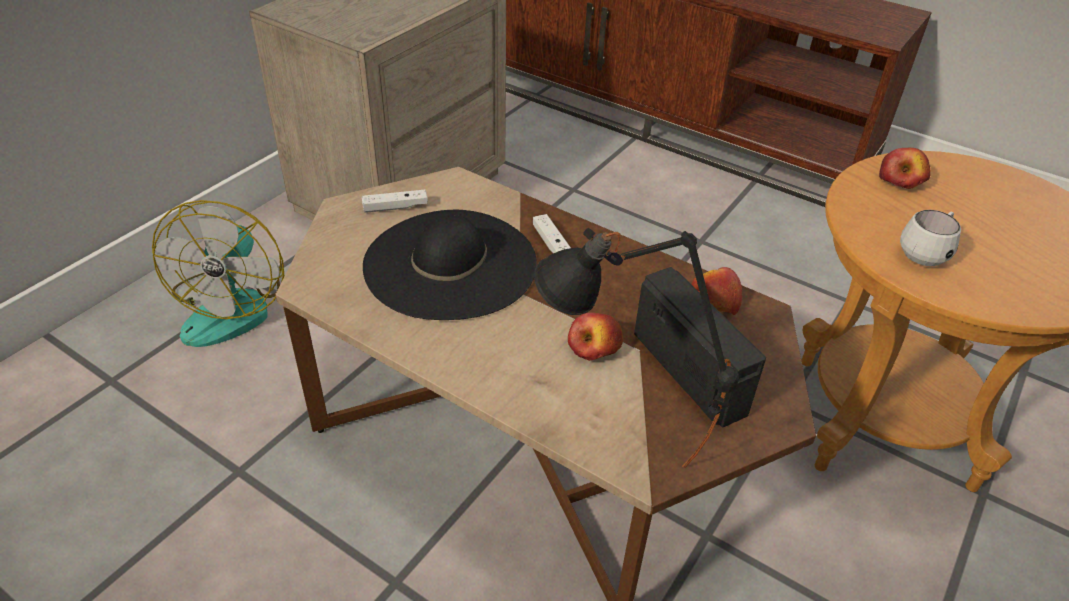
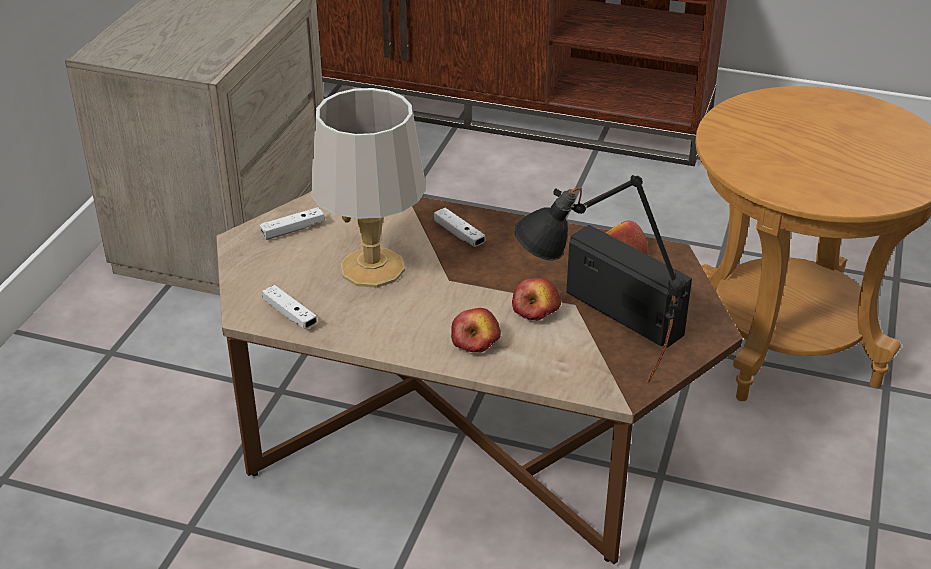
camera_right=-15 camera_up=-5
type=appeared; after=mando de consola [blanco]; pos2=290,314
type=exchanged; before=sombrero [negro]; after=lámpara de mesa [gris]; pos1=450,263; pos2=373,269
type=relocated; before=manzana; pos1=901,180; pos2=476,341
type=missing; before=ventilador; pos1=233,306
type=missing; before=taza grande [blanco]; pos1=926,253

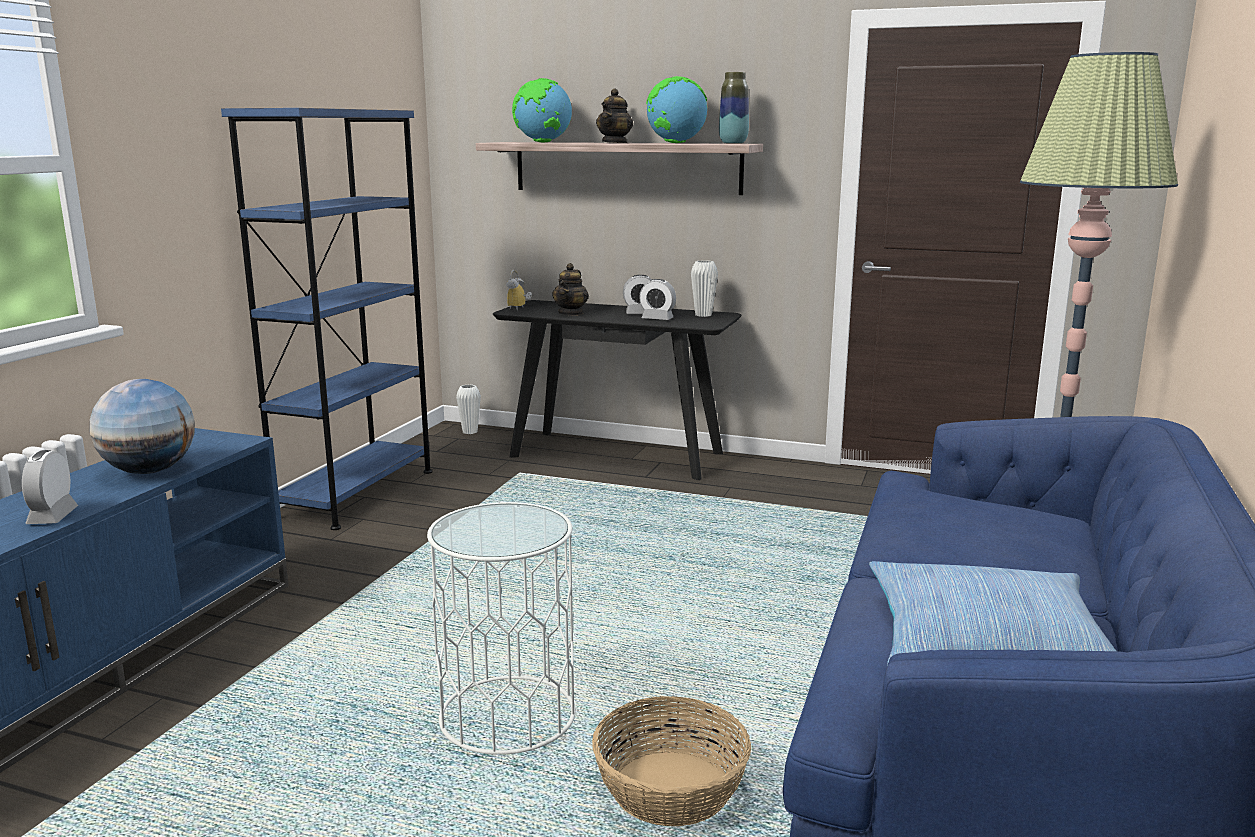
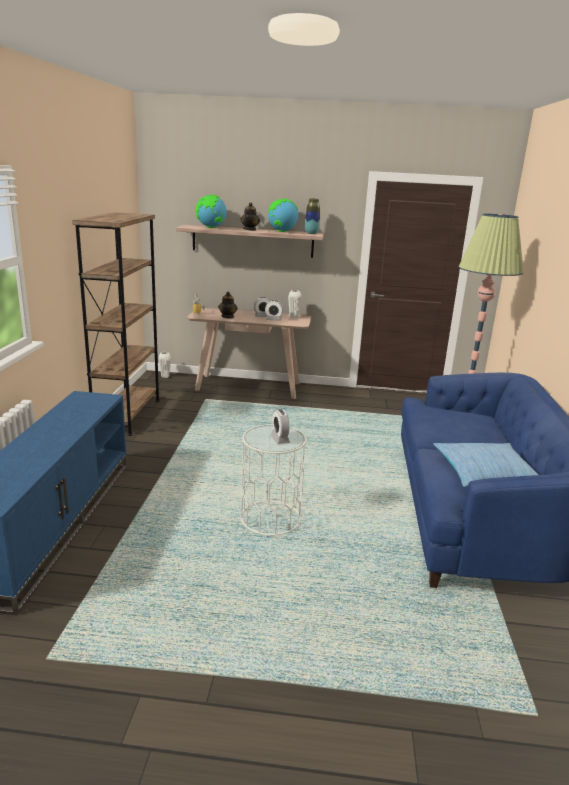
camera_right=-15 camera_up=5
type=colour; before=estantería [azul]; after=estantería [marrón]; pos1=356,494; pos2=127,415
type=colour; before=mesa consola [negro]; after=mesa consola [beis]; pos1=617,454; pos2=248,386
type=relocated; before=despertador; pos1=52,516; pos2=280,439
type=missing; before=globo terráqueo; pos1=150,471
type=missing; before=cesta; pos1=671,789

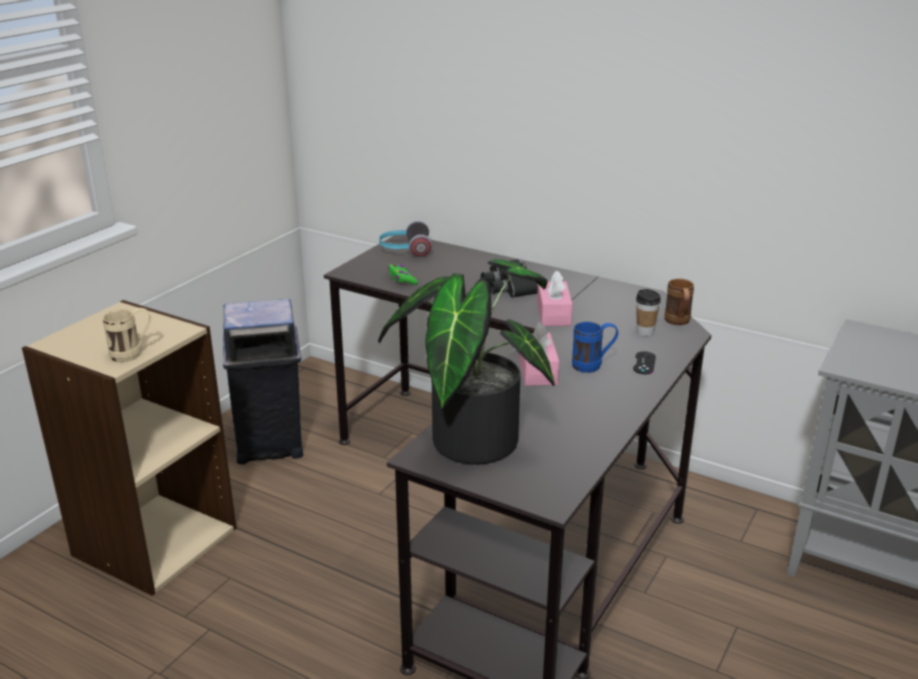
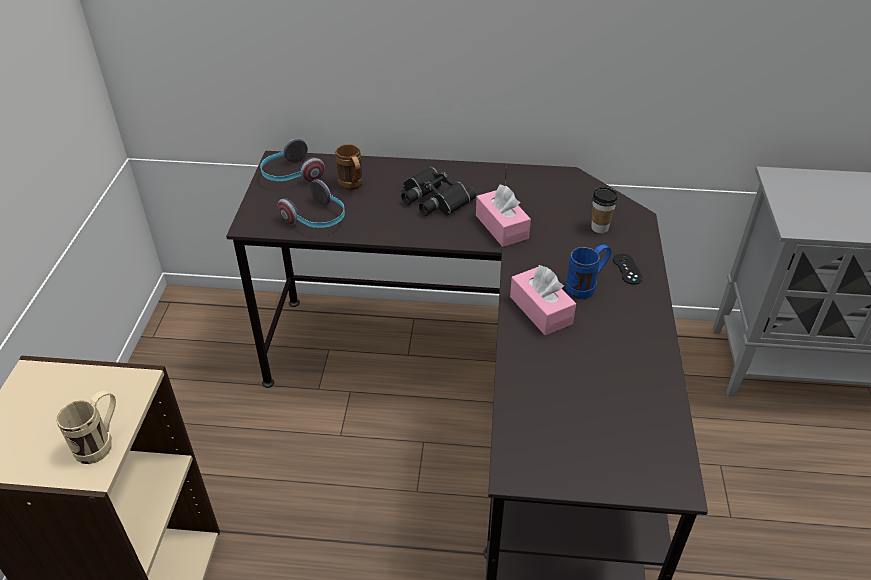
camera_right=-25 camera_up=15
type=exchanged; before=mando de consola [verde]; after=auriculares; pos1=402,279; pos2=317,219
type=relocated; before=taza grande [marrón]; pos1=678,323; pos2=352,187
type=missing; before=papelera [azul]; pos1=271,443
type=missing; before=planta en maceta; pos1=470,436

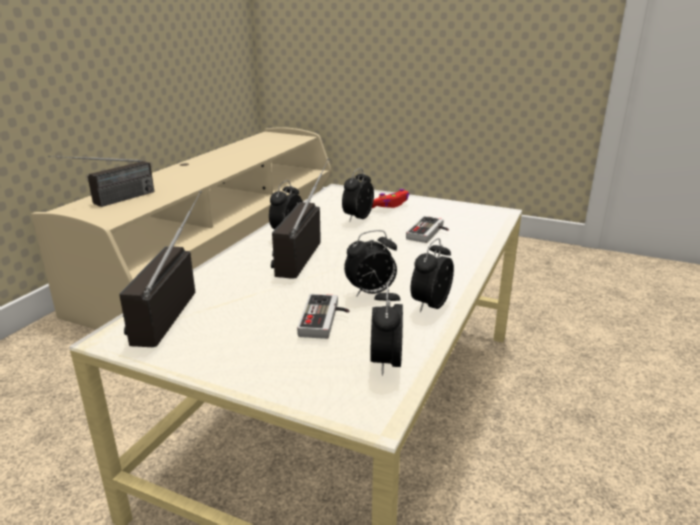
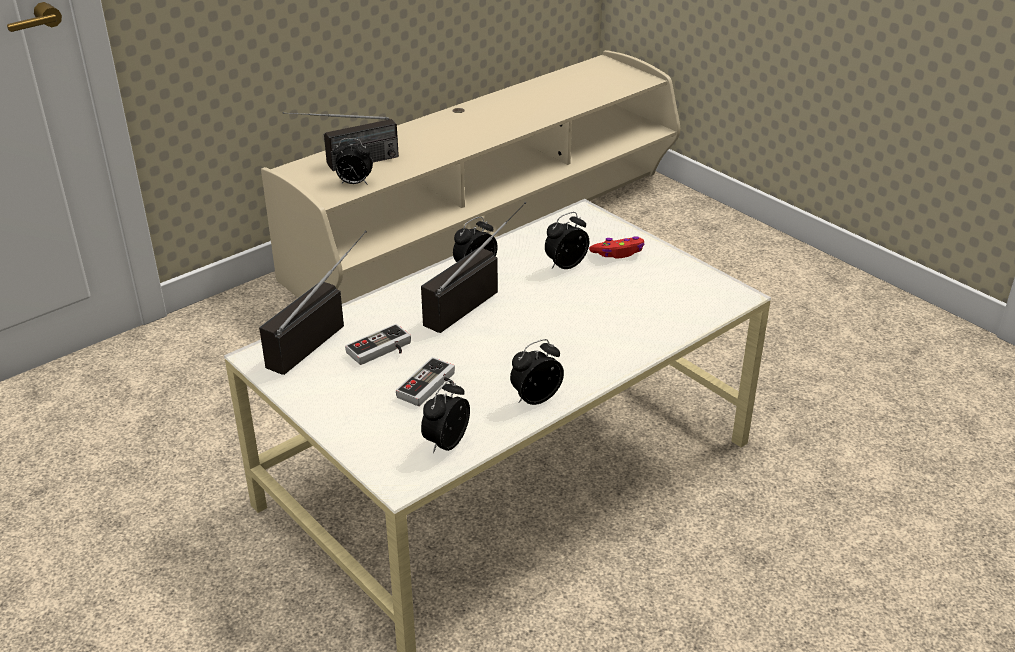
camera_right=25 camera_up=10
type=relocated; before=despertador; pos1=371,293; pos2=354,183
type=relocated; before=mando de consola; pos1=430,233; pos2=382,351

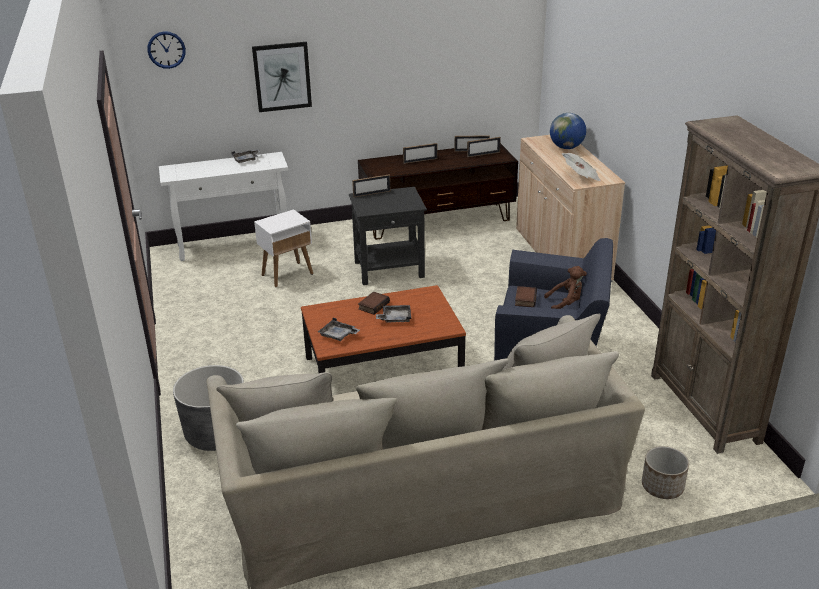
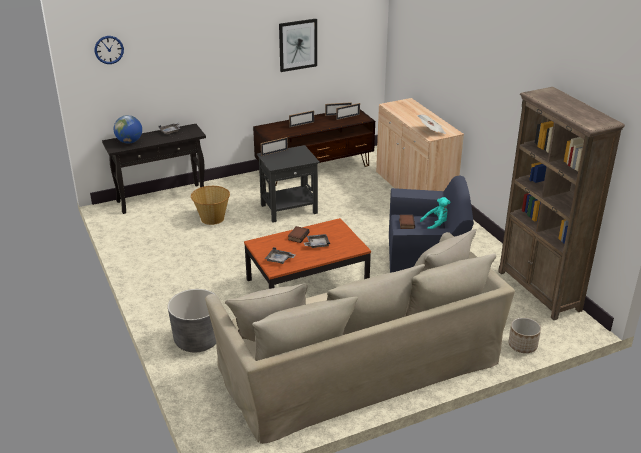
camera_right=-10 camera_up=0
type=colour; before=mesa consola [blanco]; after=mesa consola [negro]; pos1=234,245; pos2=162,198
type=relocated; before=globo terráqueo; pos1=566,147; pos2=129,142
type=exchanged; before=mesa auxiliar [blanco]; after=cesta; pos1=288,274; pos2=212,218
type=relocated; before=cuadro; pos1=282,76; pos2=298,45
type=colour; before=peluche [marrón]; after=peluche [turquesa]; pos1=566,303; pos2=436,224

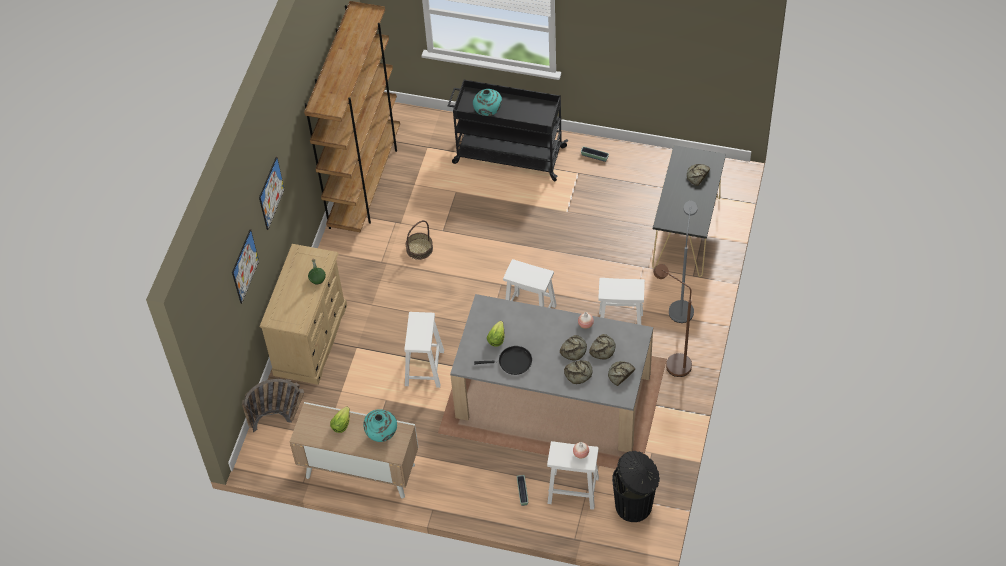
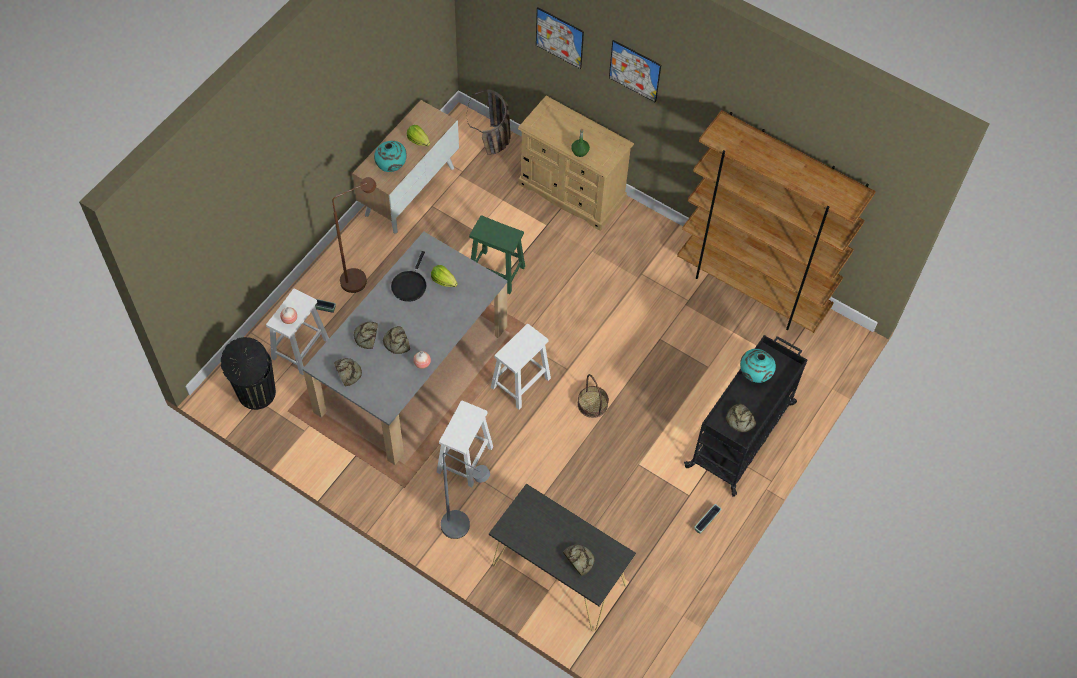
camera_right=105 camera_up=5
type=relocated; before=lámpara de pie [marrón]; pos1=672,362; pos2=360,278
type=colour; before=taburete [blanco]; after=taburete [verde]; pos1=424,367; pos2=497,272
type=relocated; before=cesta; pos1=419,248; pos2=592,404
type=relocated; before=pan; pos1=603,349; pos2=740,420

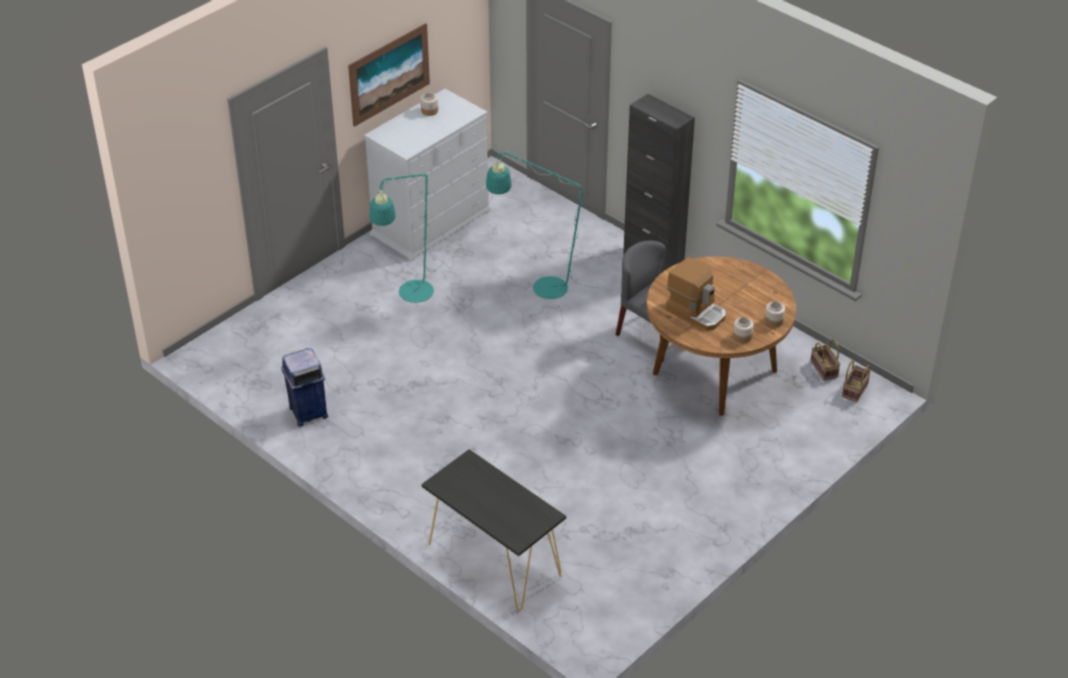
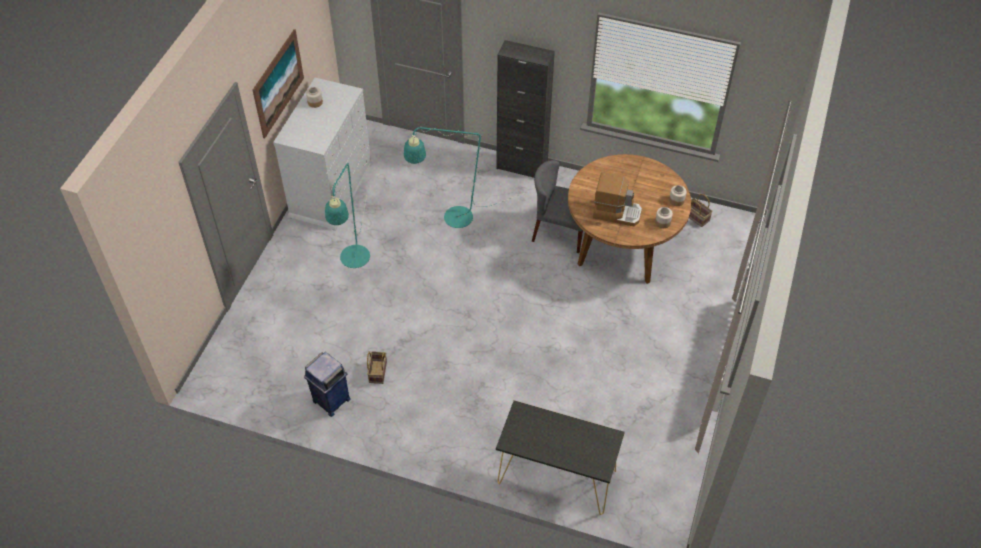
camera_right=-25 camera_up=10
type=relocated; before=cesta; pos1=854,390; pos2=377,371

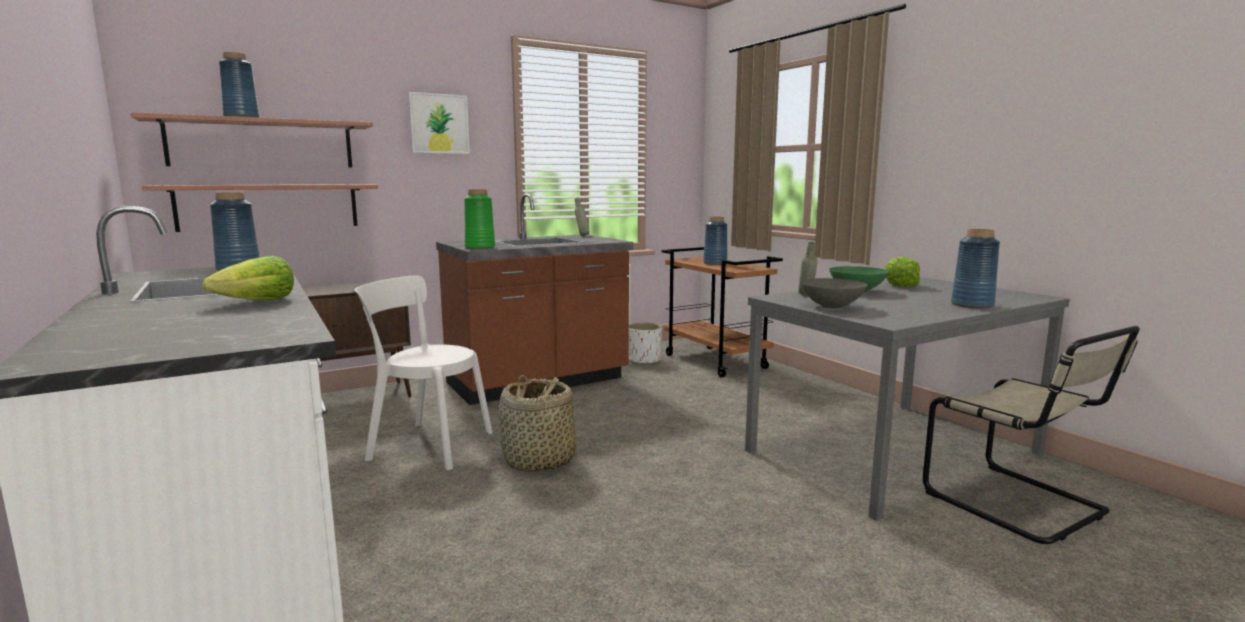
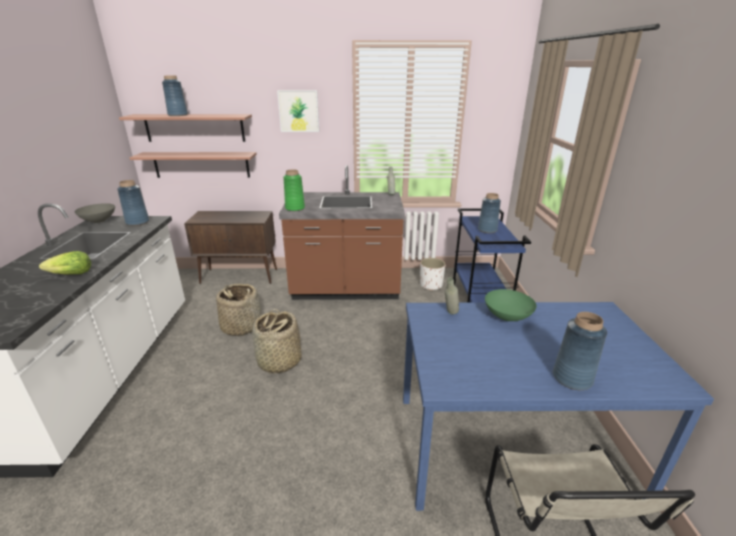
camera_right=30 camera_up=15
type=relocated; before=cuenco [gris]; pos1=831,306; pos2=99,221
type=exchanged; before=silla [blanco]; after=cesta; pos1=426,444; pos2=241,326
type=colour; before=mesa de comedor [gris]; after=mesa de comedor [azul]; pos1=893,451; pos2=511,445
type=colour; before=carrito [marrón]; after=carrito [azul]; pos1=716,362; pos2=480,300
type=missing; before=lechuga; pos1=899,285

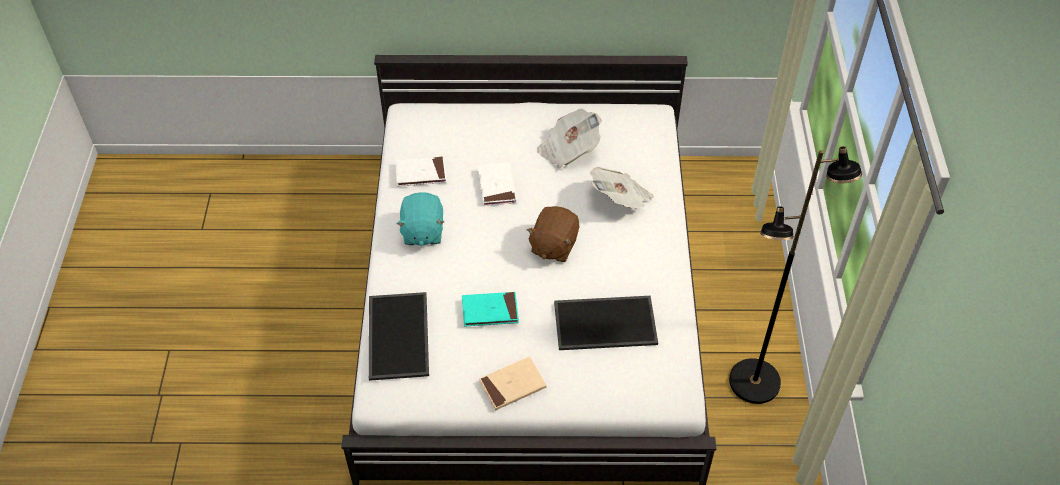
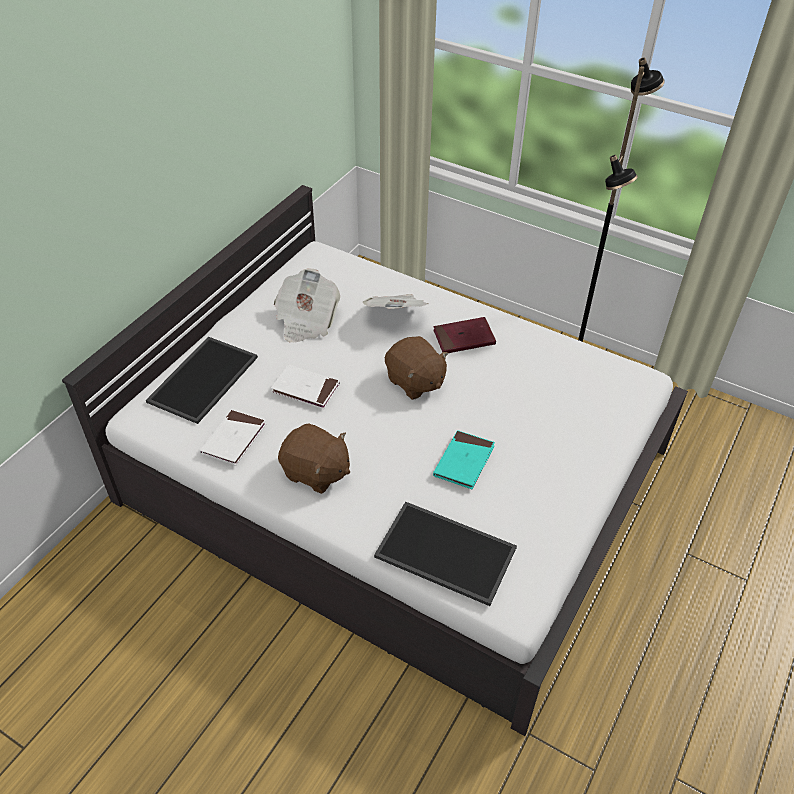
camera_right=-60 camera_up=-5
type=relocated; before=bandeja; pos1=606,322; pos2=202,378
type=colour; before=peluche [turquesa]; after=peluche [marrón]; pos1=422,231; pos2=315,472
type=appeared; after=libro [rojo]; pos2=464,338
type=missing; before=libro [beis]; pos1=512,385

